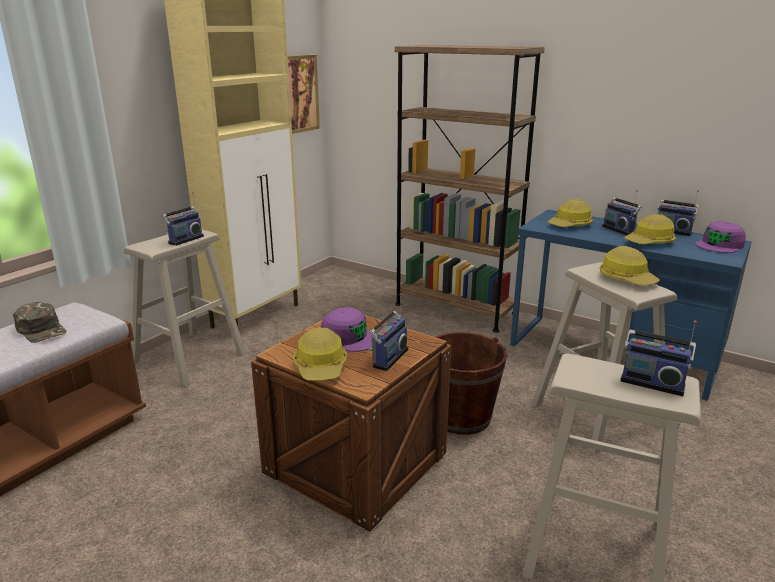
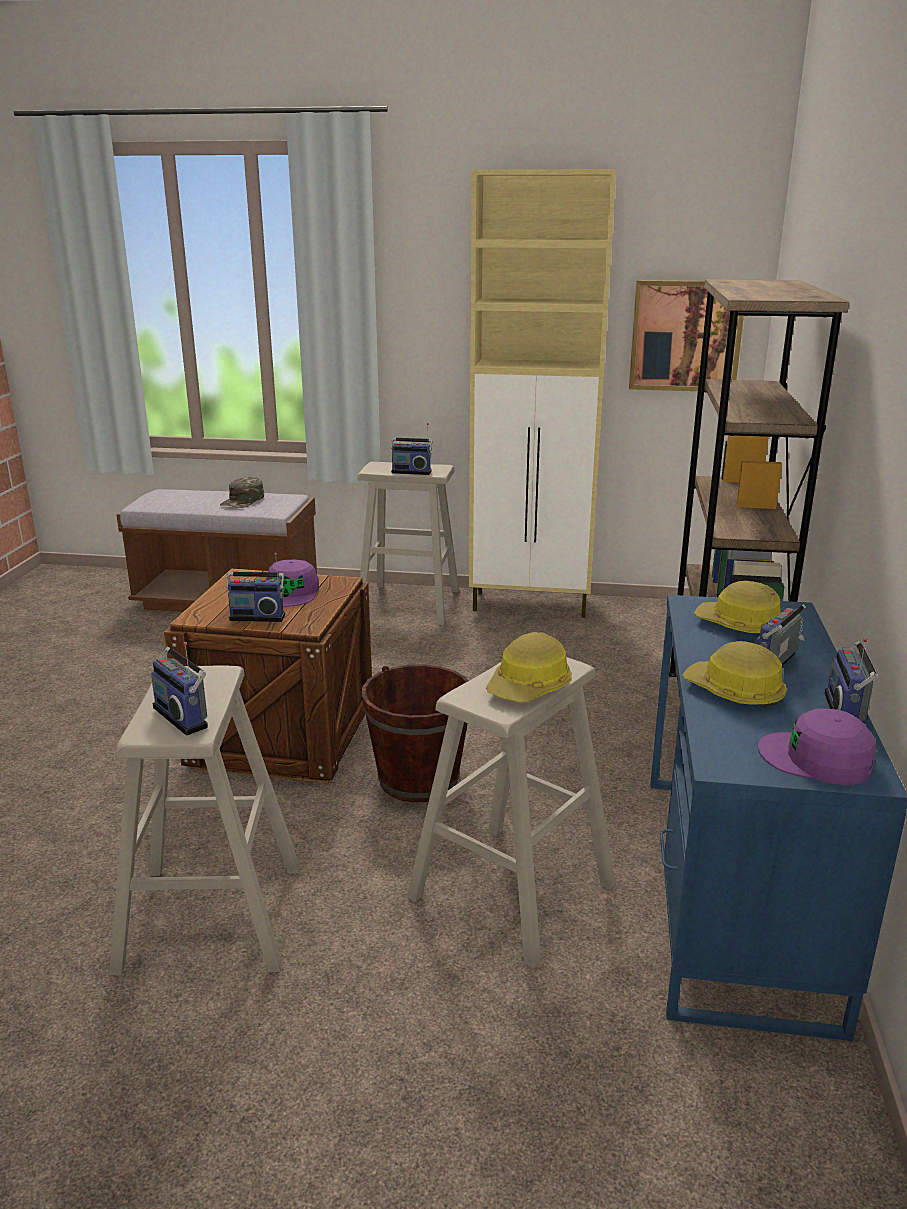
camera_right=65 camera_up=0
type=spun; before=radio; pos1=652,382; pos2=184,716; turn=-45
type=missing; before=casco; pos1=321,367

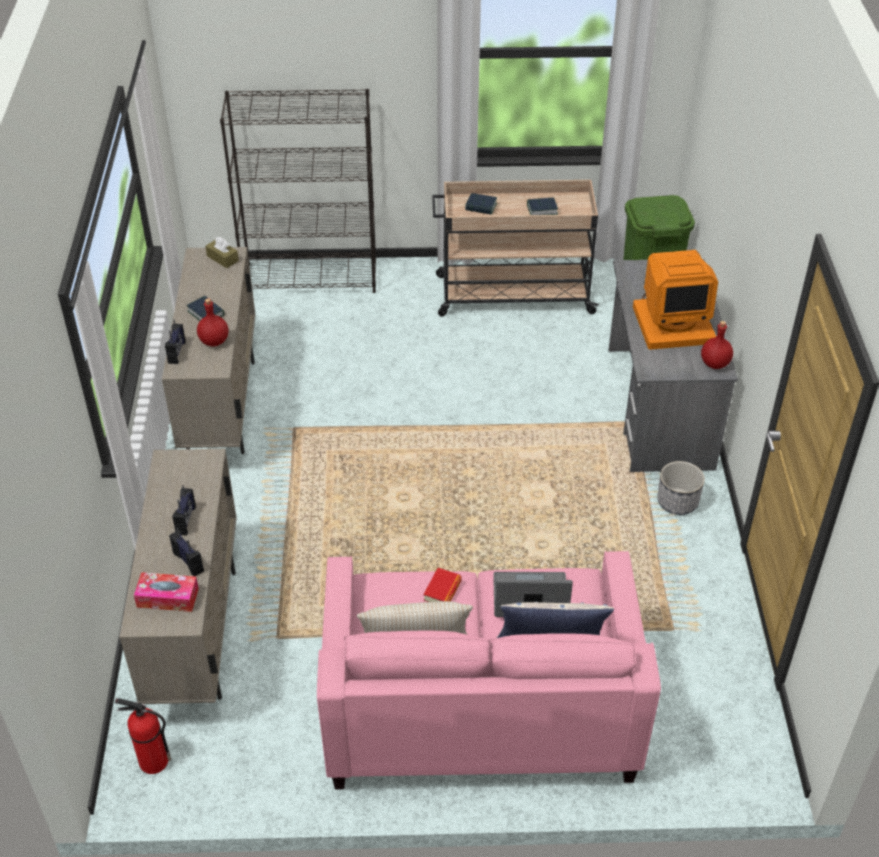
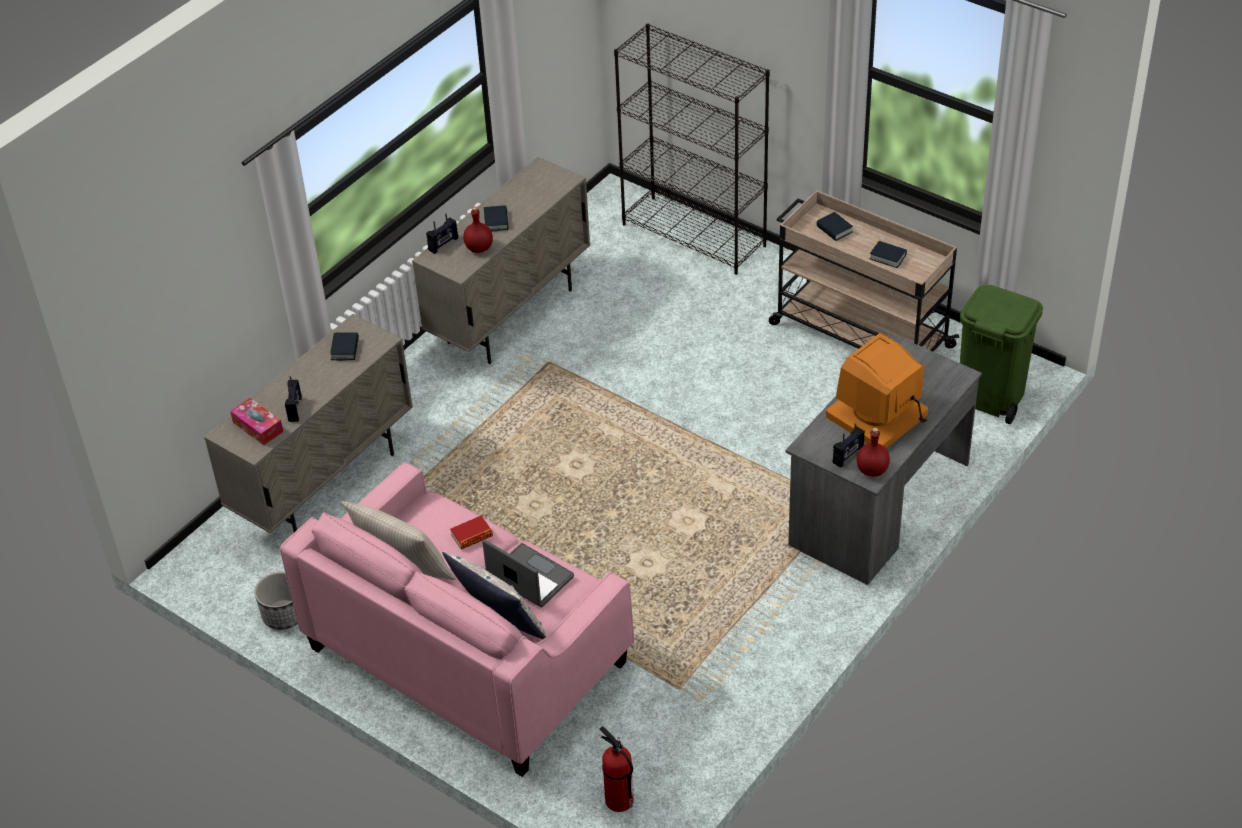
camera_right=40 camera_up=0
type=relocated; before=maceta; pos1=677,502; pos2=283,615
type=appeared; after=libro; pos2=345,349
type=relocated; before=extintor; pos1=152,761; pos2=618,799
type=spun; before=monitor; pos1=673,323; pos2=878,416; turn=105
type=relocated; before=radio; pos1=186,520; pos2=848,456
type=missing; before=caja de pañuelos [marrón]; pos1=222,258

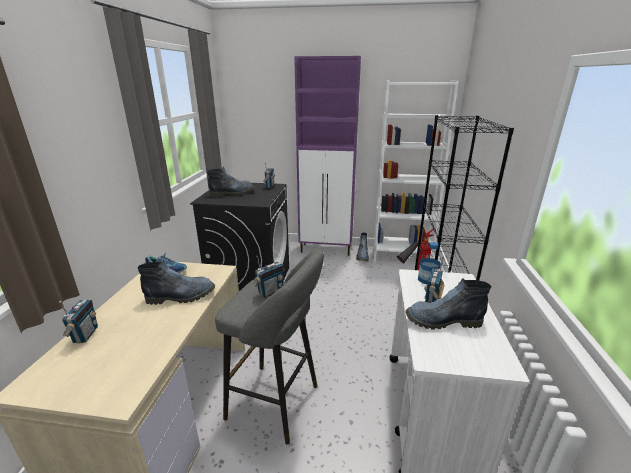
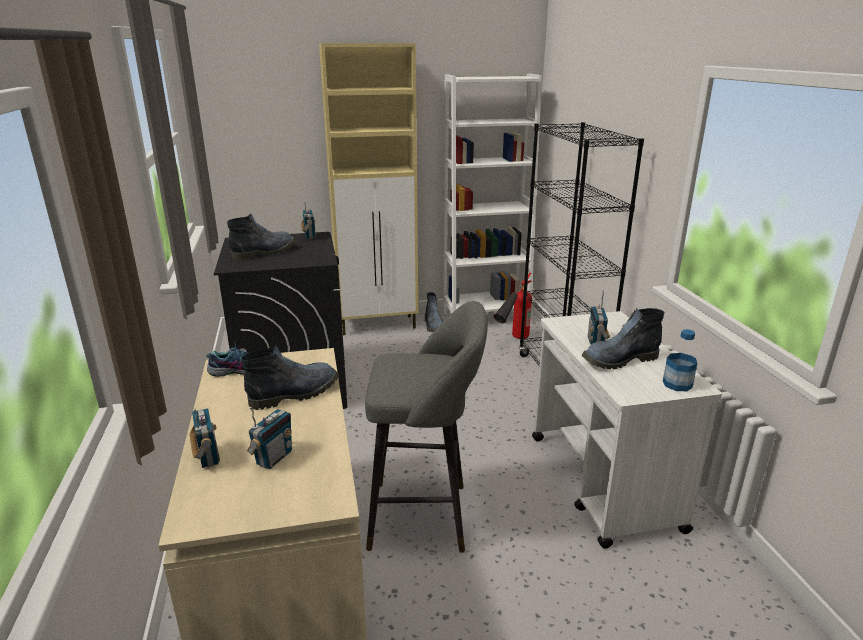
camera_right=-20 camera_up=0
type=relocated; before=radio; pos1=270,292; pos2=274,458
type=colour; before=armario [morado]; after=armario [beis]; pos1=326,249; pos2=379,325
type=relocated; before=botella; pos1=427,279; pos2=677,384

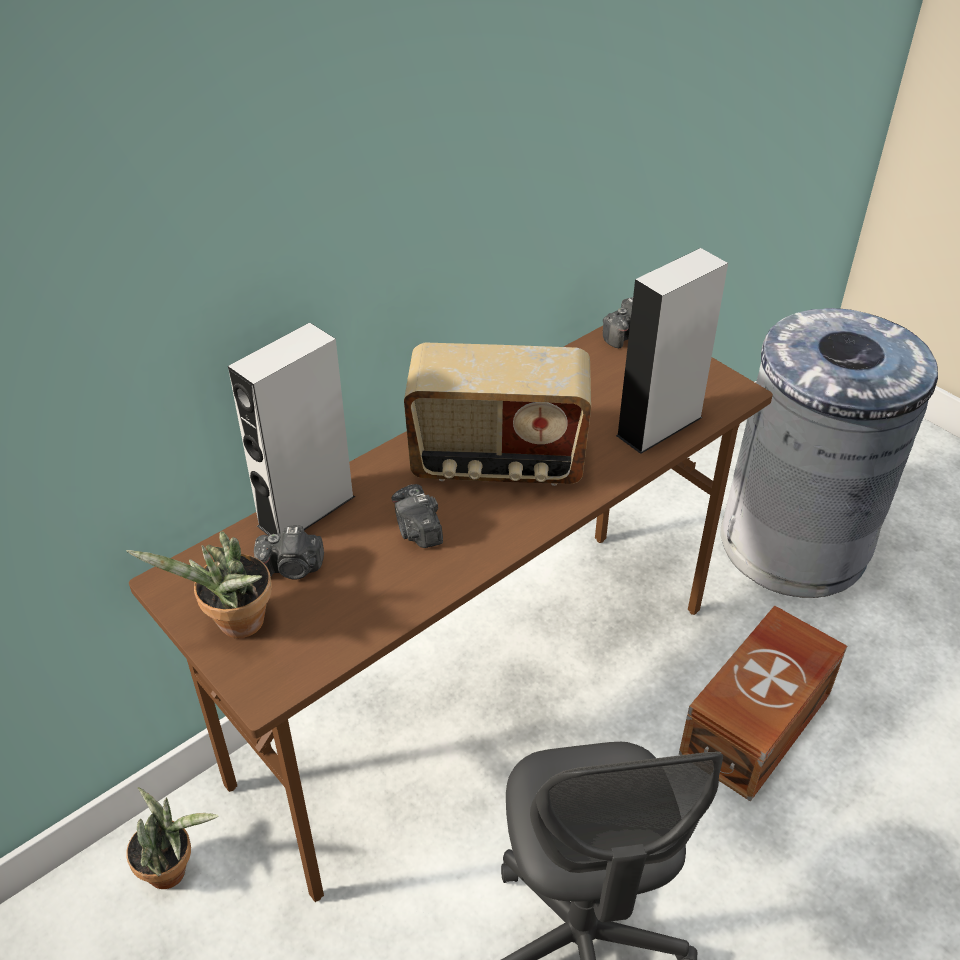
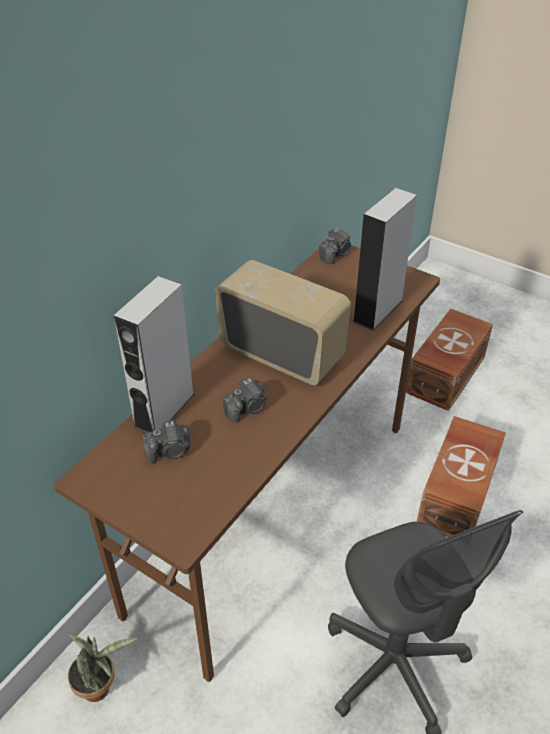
camera_right=-15 camera_up=0
type=spun; before=radio; pos1=497,463; pos2=282,354; turn=-135
type=spun; before=cámara; pos1=418,530; pos2=247,408; turn=-90
type=exchanged; before=papelera [gris]; after=caja de almacenaje [marrón]; pos1=795,543; pos2=444,375
type=missing; before=planta en maceta; pos1=235,626

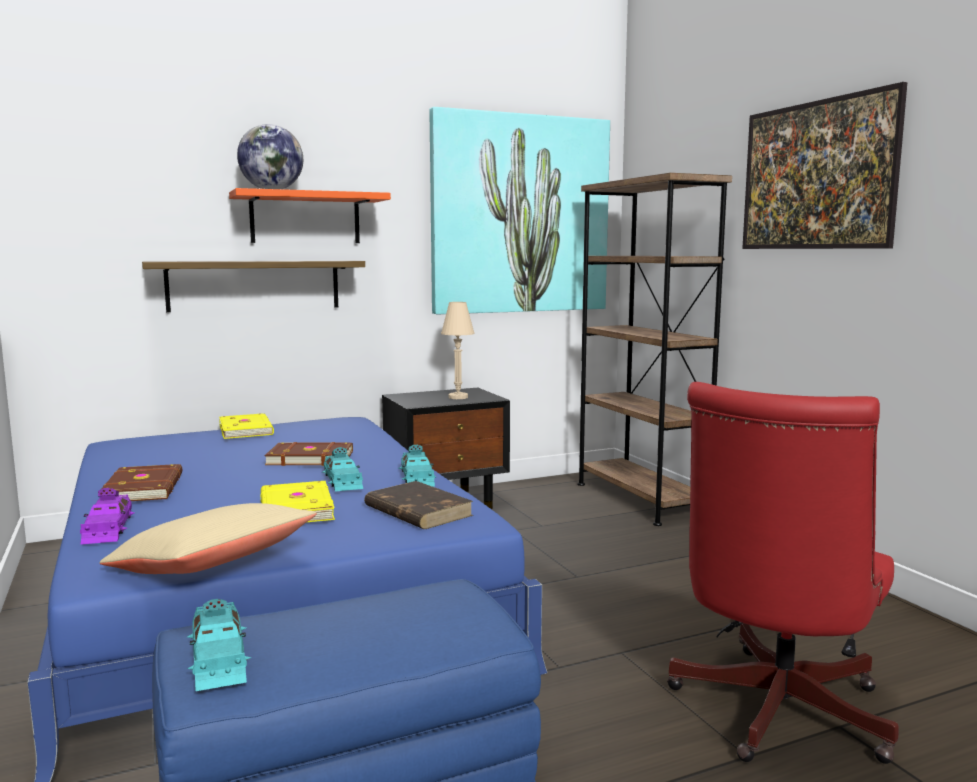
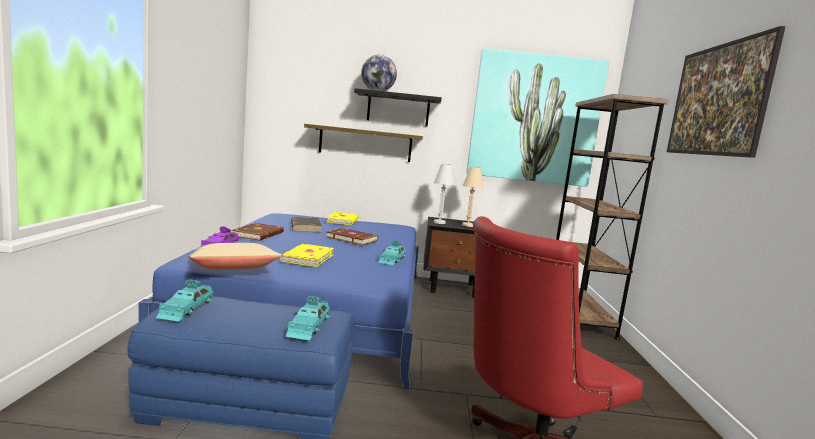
camera_right=25 camera_up=0
type=relocated; before=coche de juguete [turquesa]; pos1=342,480; pos2=308,326
type=relocated; before=libro [marrón]; pos1=417,511; pos2=305,227
type=colour; before=estante [naranja]; after=estante [negro]; pos1=305,218; pos2=398,109
type=appeared; after=lámpara de mesa [blanco]; pos2=439,222

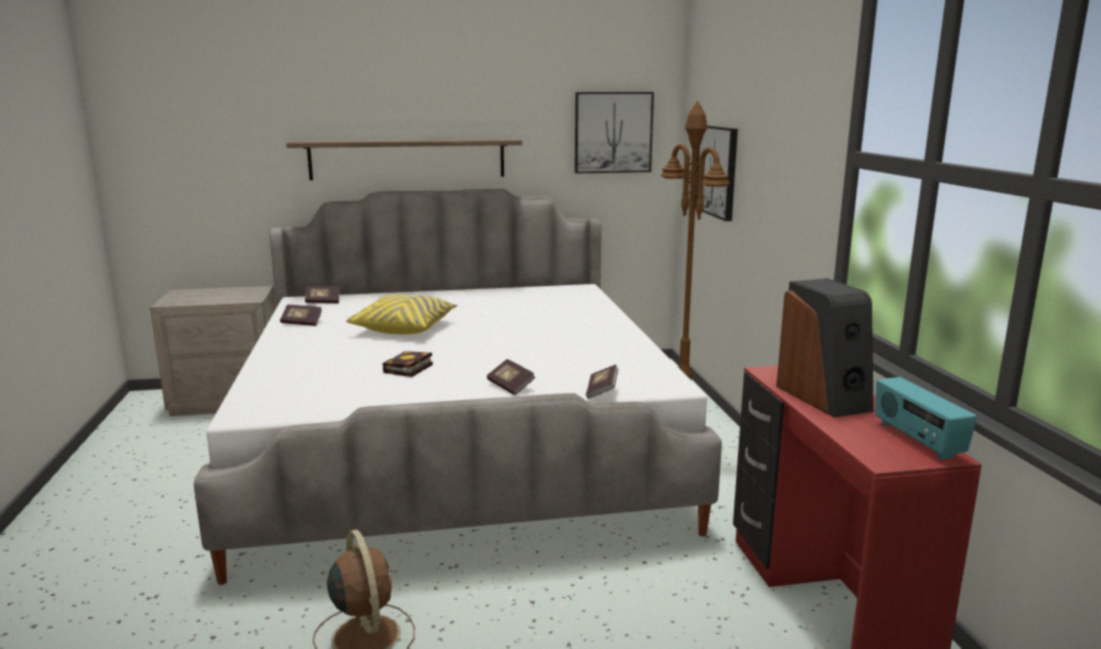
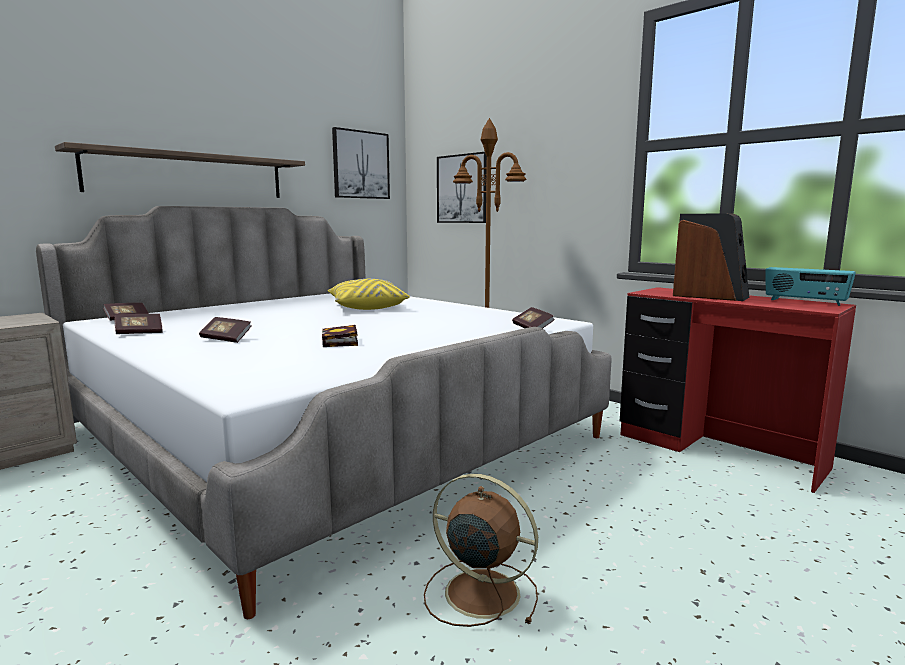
camera_right=-35 camera_up=-5
type=relocated; before=libro; pos1=510,386; pos2=226,339
type=relocated; before=cojín [amarillo]; pos1=404,328; pos2=367,307

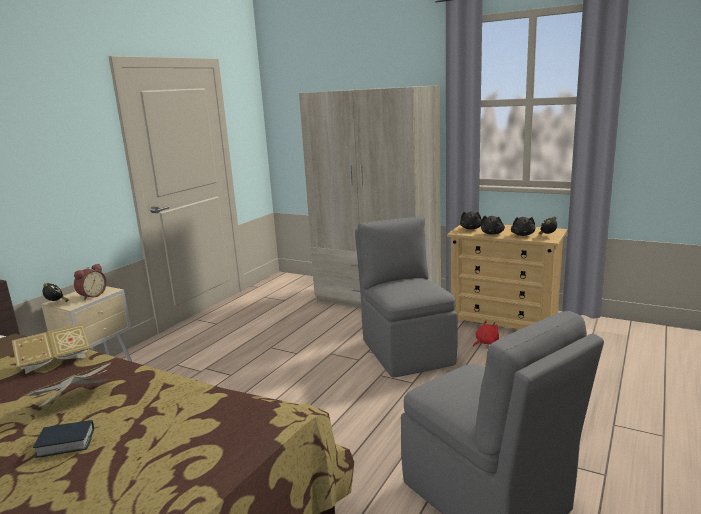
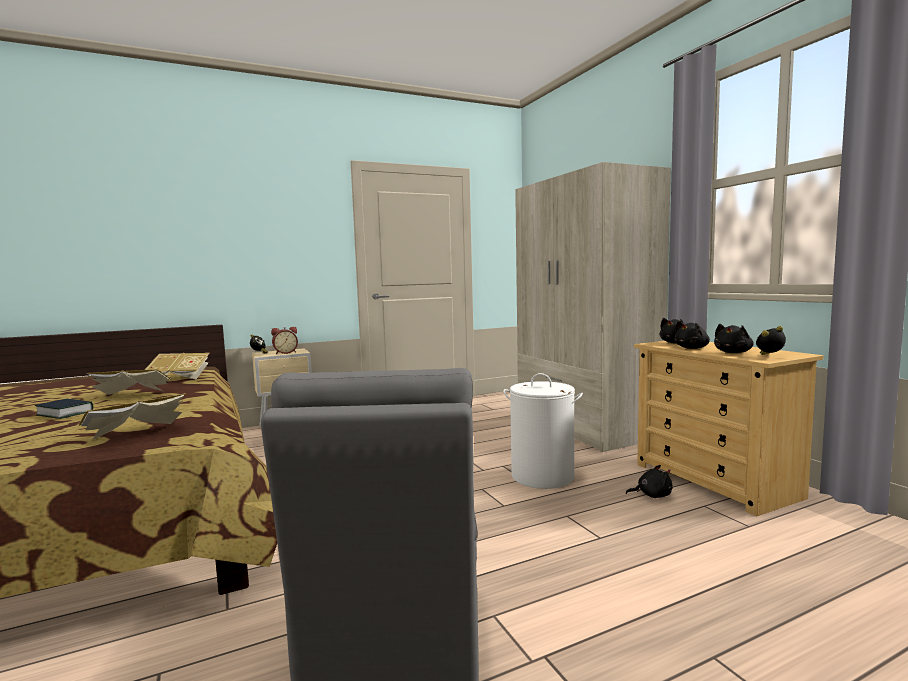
camera_right=35 camera_up=-10
type=appeared; after=libro; pos2=137,434
type=exchanged; before=silla [gris]; after=cesto de la ropa [blanco]; pos1=406,351; pos2=543,476
type=colour; before=peluche [rojo]; after=peluche [negro]; pos1=485,342; pos2=652,495

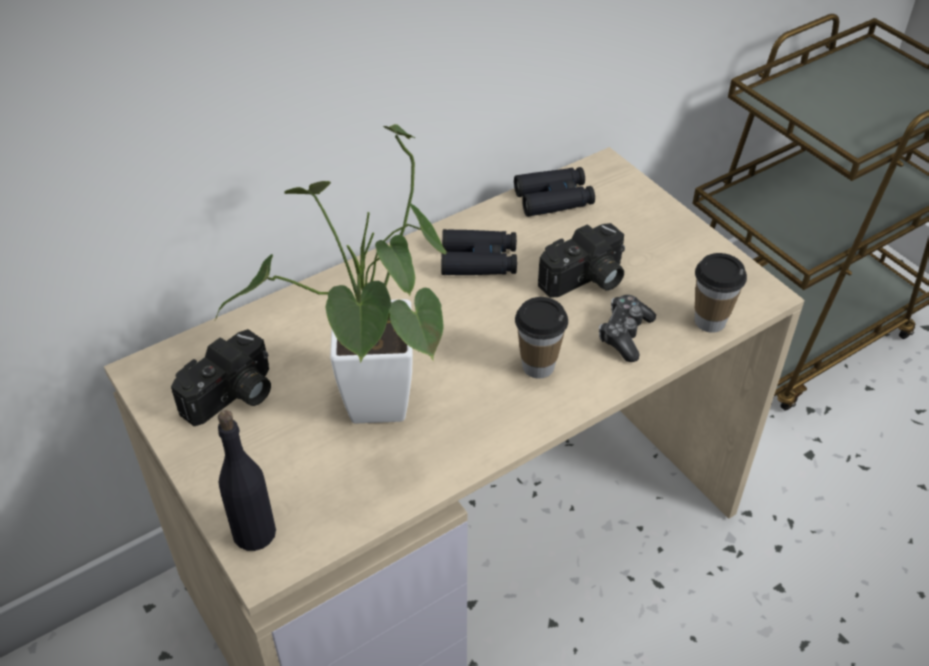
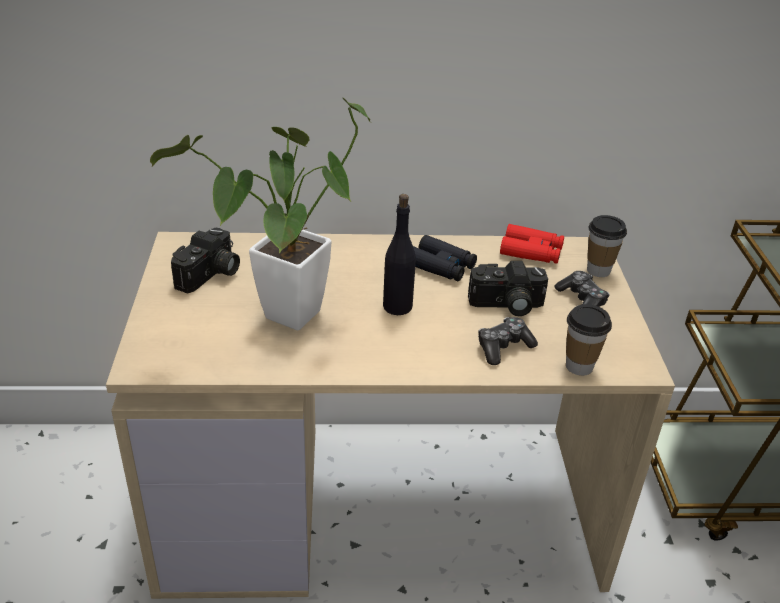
camera_right=30 camera_up=-10
type=spun; before=cámara; pos1=232,397; pos2=210,275; turn=-45
type=relocated; before=botella [negro]; pos1=254,532; pos2=397,306
type=colour; before=prismáticos [negro]; after=prismáticos [rojo]; pos1=554,199; pos2=531,251
type=appeared; after=mando de consola; pos2=581,300
type=relocated; before=taza; pos1=538,366; pos2=598,270

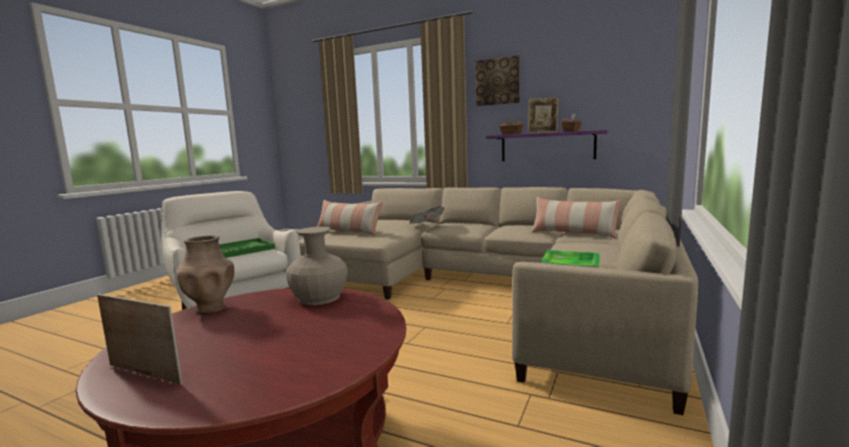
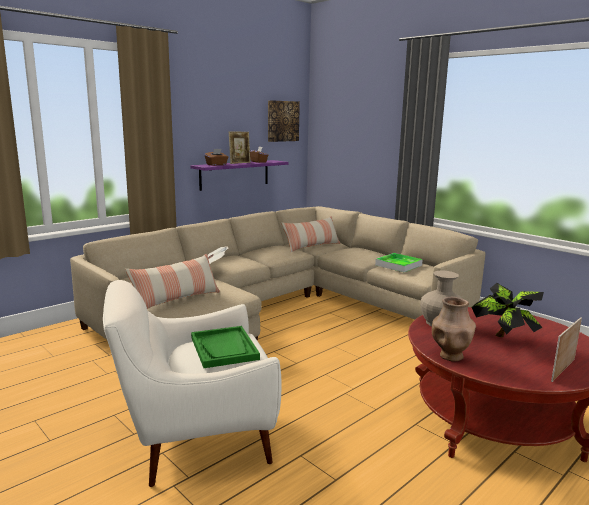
camera_right=-70 camera_up=5
type=relocated; before=cuadro; pos1=497,81; pos2=282,121
type=appeared; after=planta en maceta; pos2=504,339

